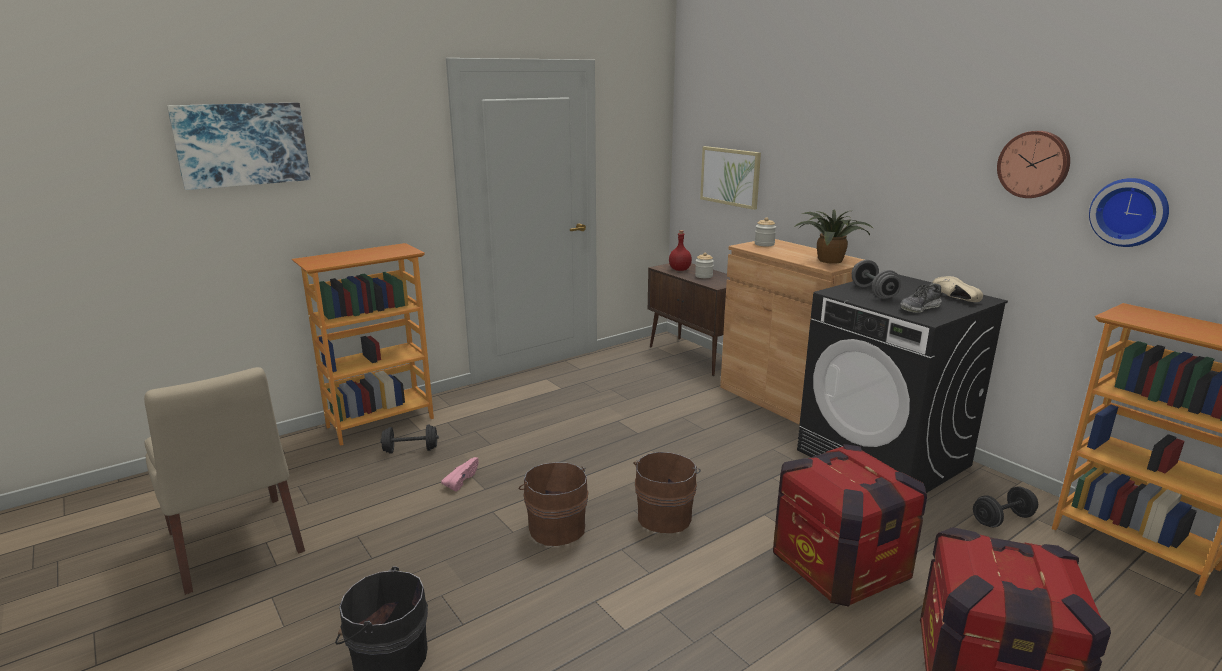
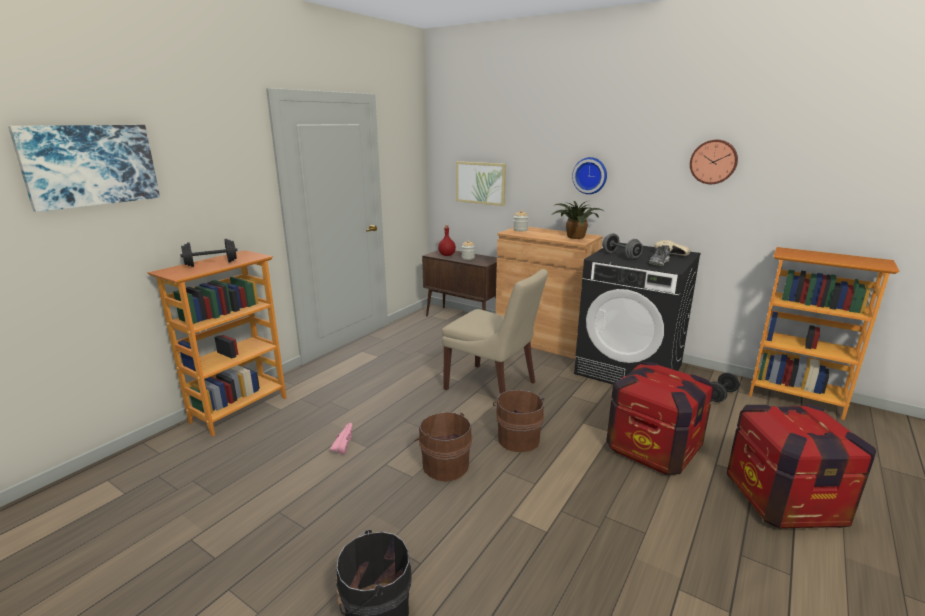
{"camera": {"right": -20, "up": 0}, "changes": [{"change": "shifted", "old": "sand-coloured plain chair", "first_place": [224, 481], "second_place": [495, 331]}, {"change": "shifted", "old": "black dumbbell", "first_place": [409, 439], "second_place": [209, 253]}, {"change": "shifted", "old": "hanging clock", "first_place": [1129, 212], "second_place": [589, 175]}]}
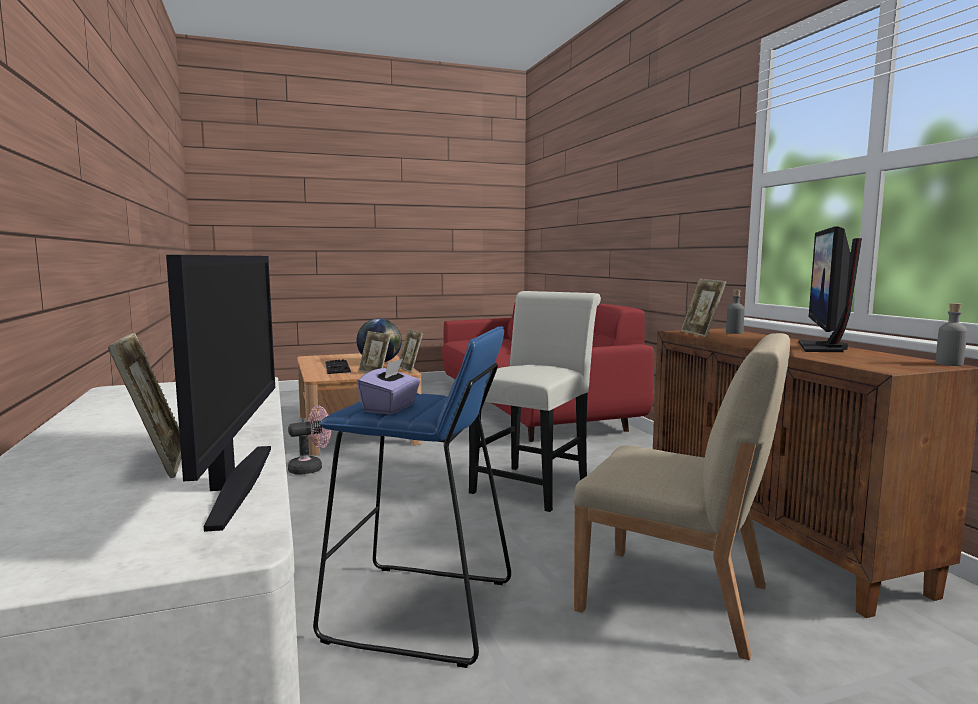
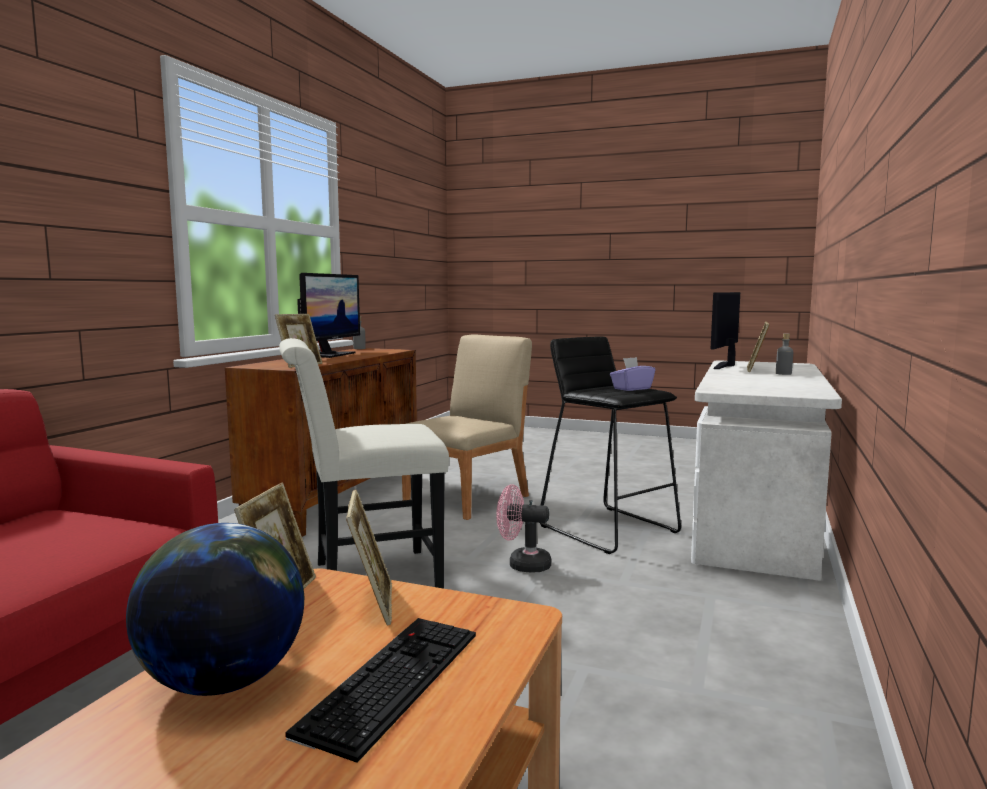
{"camera": {"right": -140, "up": 0}, "changes": [{"change": "shifted", "old": "pink cooling fan", "first_place": [309, 440], "second_place": [523, 528]}, {"change": "repainted", "old": "bluish stool seat", "new": "black stool seat", "first_place": [412, 497], "second_place": [610, 445]}, {"change": "rotated", "old": "sand-coloured plain chair", "first_place": [681, 496], "second_place": [467, 427], "degrees": 60}, {"change": "shifted", "old": "gray beverage bottle", "first_place": [735, 312], "second_place": [784, 354]}, {"change": "rotated", "old": "monitor", "first_place": [830, 289], "second_place": [328, 315], "degrees": -45}]}
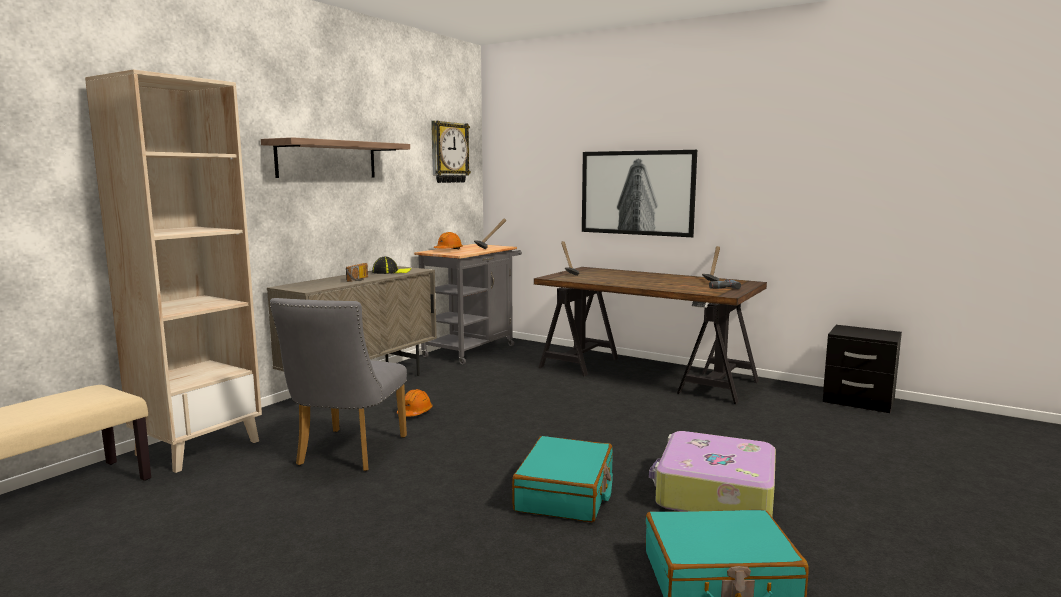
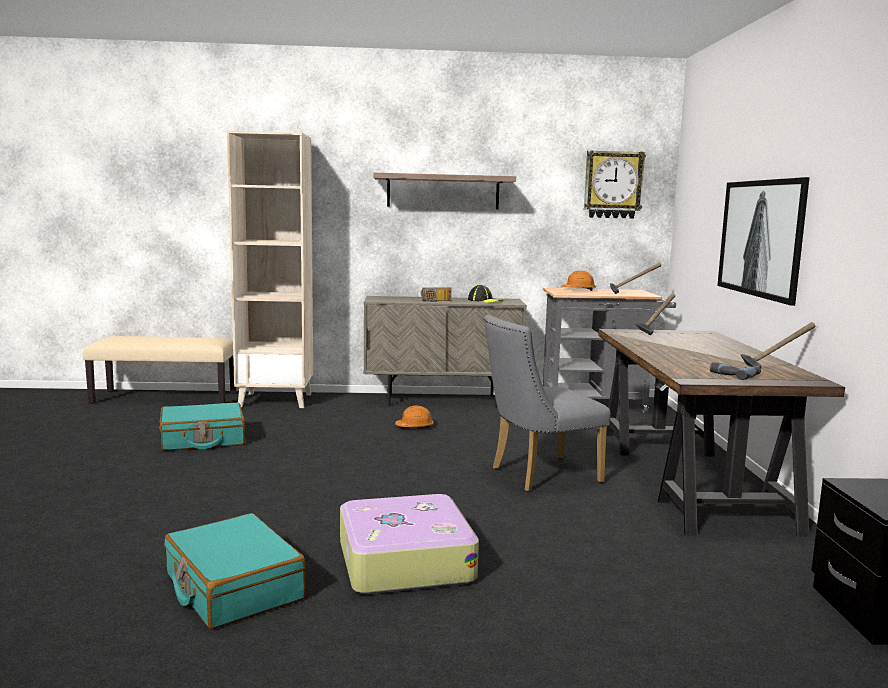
{"camera": {"right": 55, "up": 0}, "changes": [{"change": "shifted", "old": "gray plain chair", "first_place": [338, 384], "second_place": [547, 403]}, {"change": "shifted", "old": "turquoise piece of luggage", "first_place": [562, 479], "second_place": [202, 427]}]}
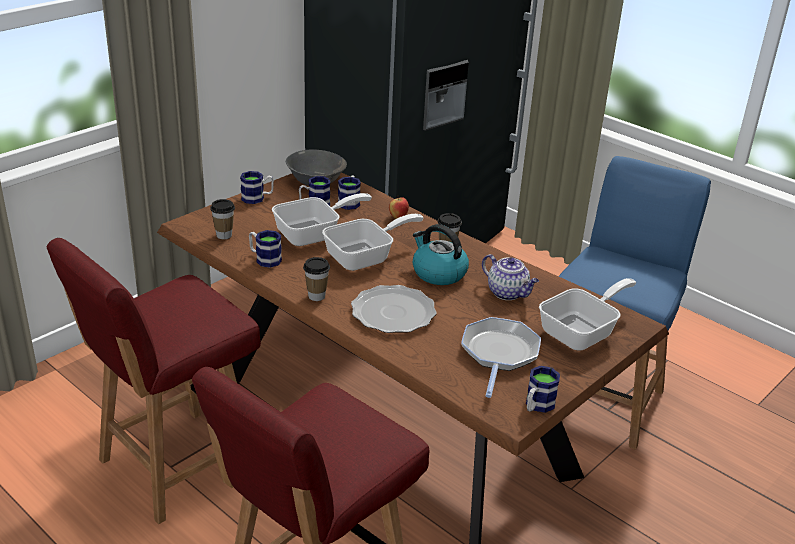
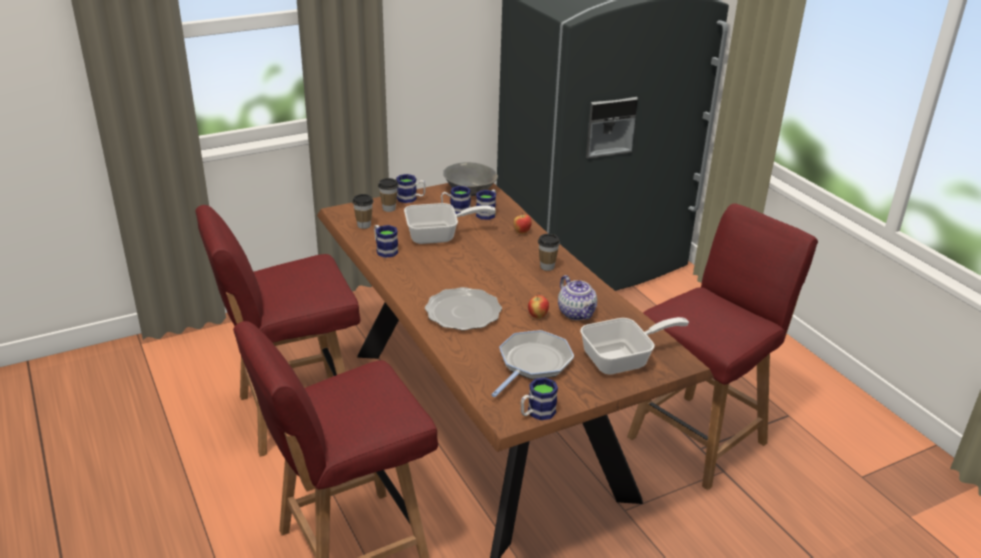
{"camera": {"right": 20, "up": 0}, "changes": [{"change": "shifted", "old": "cup", "first_place": [316, 279], "second_place": [388, 195]}, {"change": "gone", "old": "skillet", "first_place": [372, 242]}, {"change": "gone", "old": "water kettle", "first_place": [441, 254]}, {"change": "repainted", "old": "bluish plain chair", "new": "red plain chair", "first_place": [635, 303], "second_place": [722, 346]}, {"change": "new", "new": "whole apple", "second_place": [538, 307]}]}
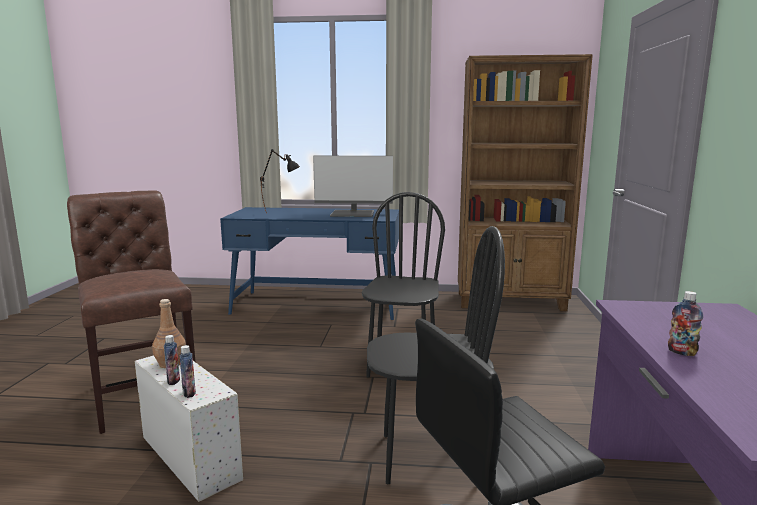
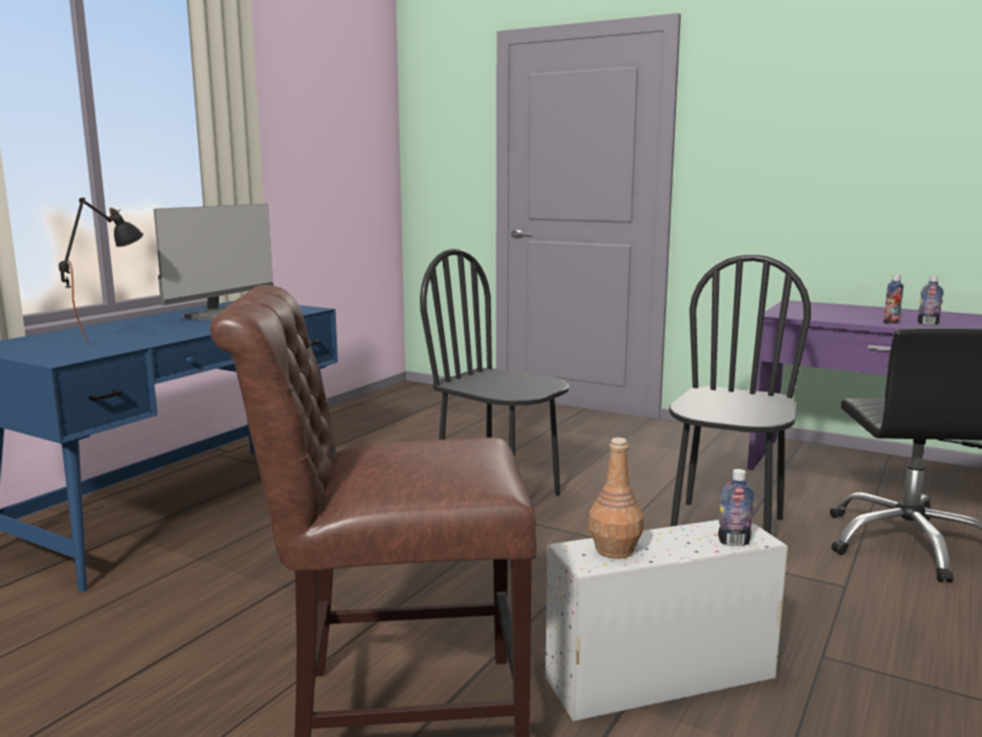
{"camera": {"right": -65, "up": 0}, "changes": [{"change": "shifted", "old": "beverage bottle", "first_place": [172, 360], "second_place": [930, 300]}, {"change": "gone", "old": "brownish bookcase", "first_place": [525, 182]}]}
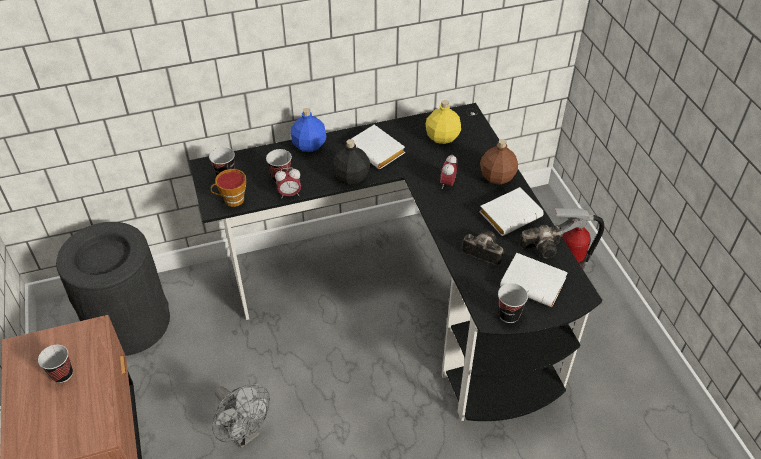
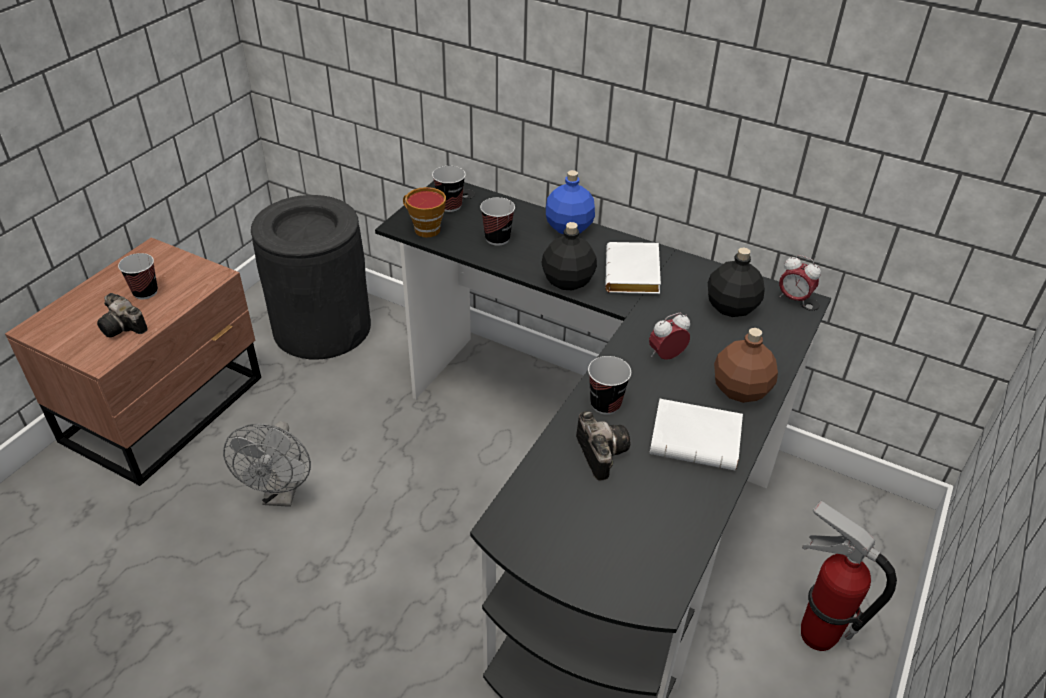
{"camera": {"right": 45, "up": -5}, "changes": [{"change": "shifted", "old": "bedside clock", "first_place": [288, 183], "second_place": [800, 281]}, {"change": "repainted", "old": "yellow beverage bottle", "new": "black beverage bottle", "first_place": [443, 122], "second_place": [736, 282]}, {"change": "shifted", "old": "cup", "first_place": [513, 303], "second_place": [609, 385]}, {"change": "gone", "old": "white volume", "first_place": [534, 280]}, {"change": "shifted", "old": "still camera", "first_place": [541, 242], "second_place": [122, 315]}]}
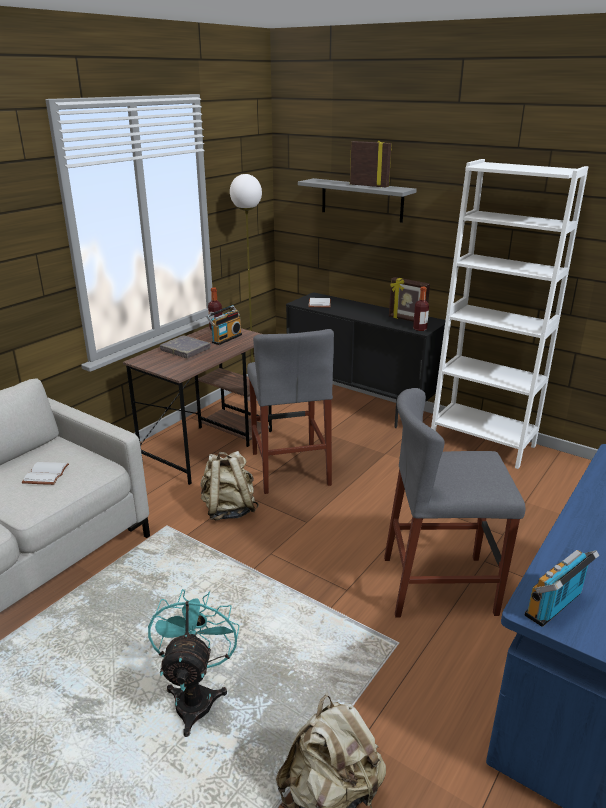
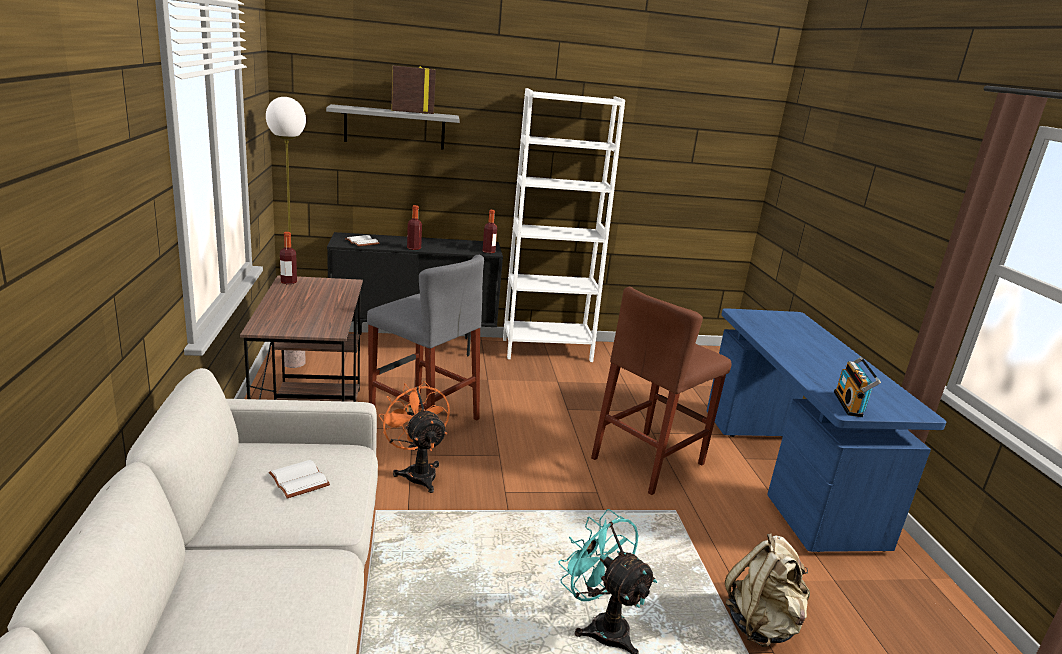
{"camera": {"right": -45, "up": -5}, "changes": [{"change": "gone", "old": "gray volume", "first_place": [185, 347]}, {"change": "swapped", "old": "sand-coloured knapsack", "new": "orangey cooling fan", "first_place": [230, 486], "second_place": [414, 437]}, {"change": "gone", "old": "radio", "first_place": [224, 325]}, {"change": "repainted", "old": "gray stool seat", "new": "brownish stool seat", "first_place": [455, 503], "second_place": [661, 391]}, {"change": "gone", "old": "picture frame", "first_place": [409, 299]}, {"change": "new", "new": "beverage bottle", "second_place": [414, 227]}]}
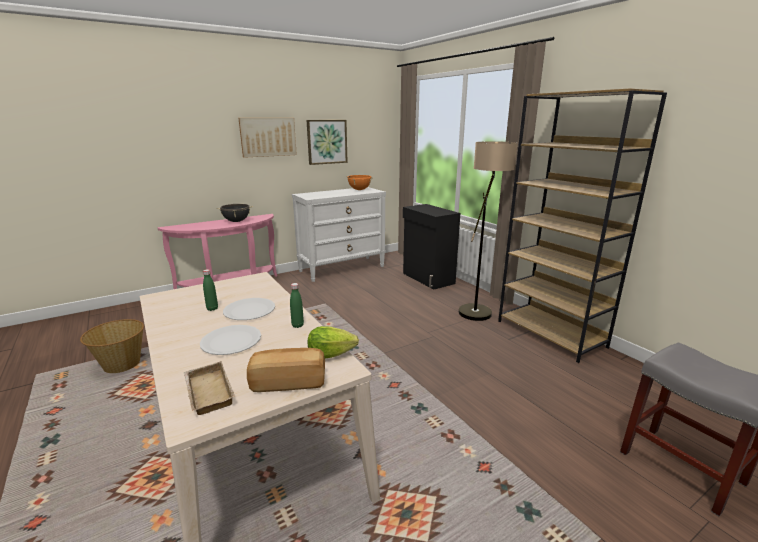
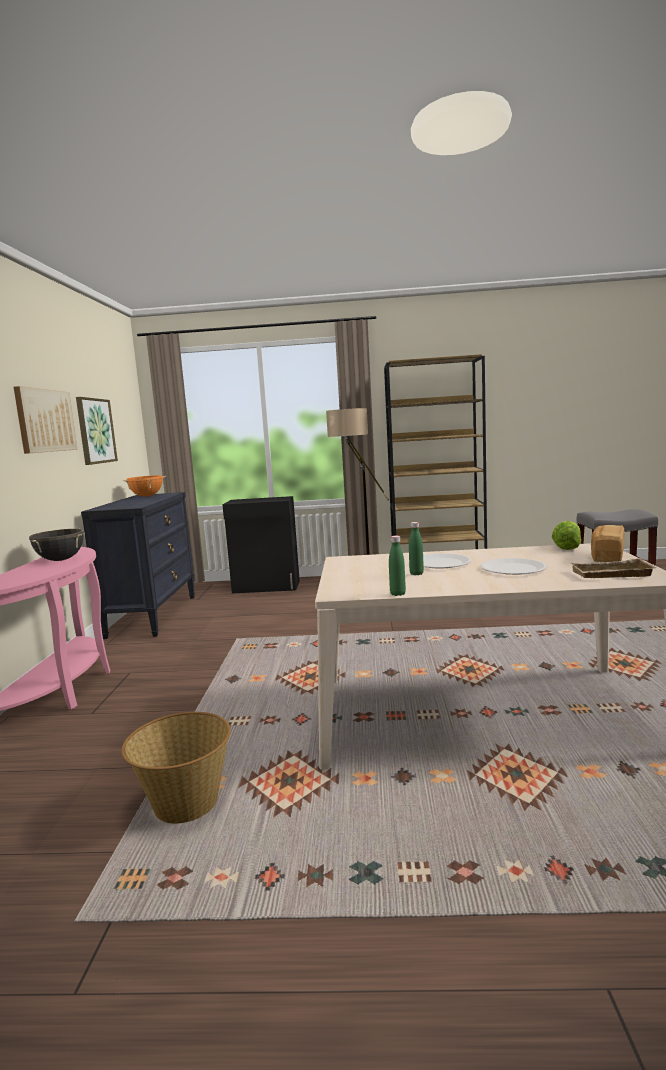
{"camera": {"right": -55, "up": -10}, "changes": [{"change": "shifted", "old": "green beverage bottle", "first_place": [297, 305], "second_place": [397, 566]}, {"change": "repainted", "old": "white chest of drawers", "new": "black chest of drawers", "first_place": [339, 234], "second_place": [138, 565]}]}
